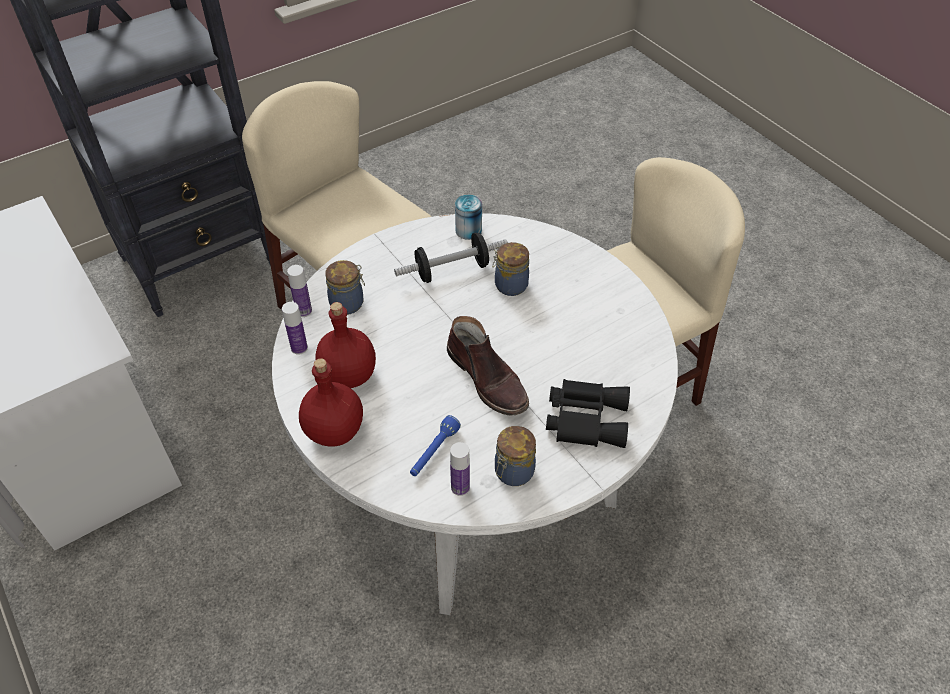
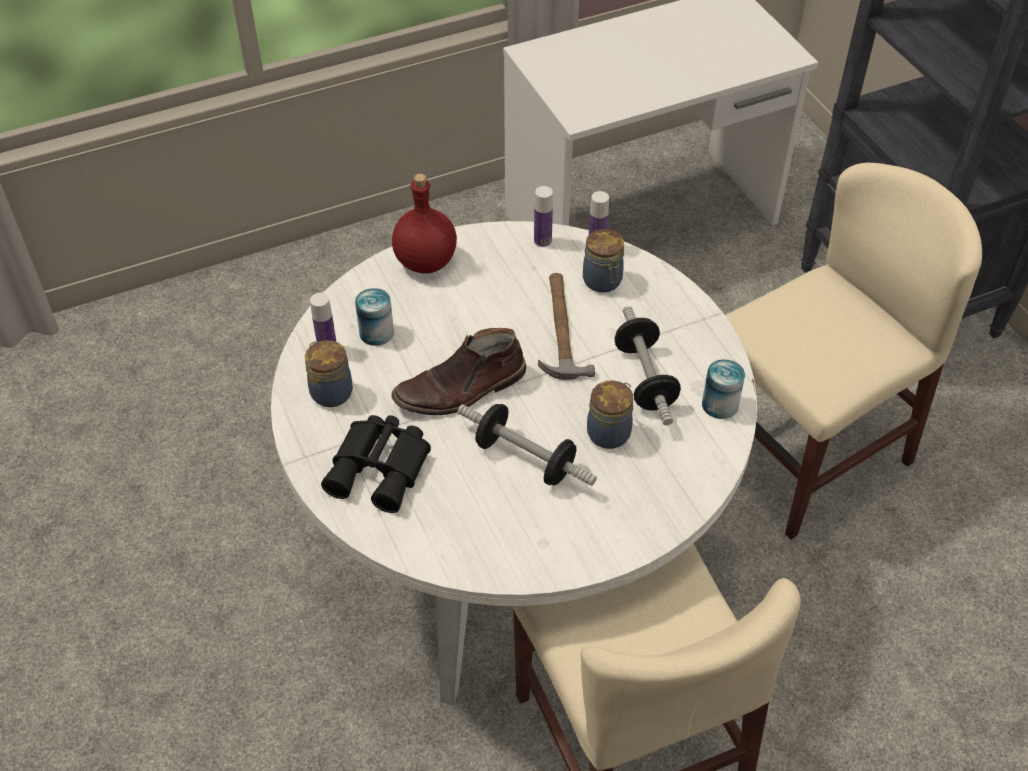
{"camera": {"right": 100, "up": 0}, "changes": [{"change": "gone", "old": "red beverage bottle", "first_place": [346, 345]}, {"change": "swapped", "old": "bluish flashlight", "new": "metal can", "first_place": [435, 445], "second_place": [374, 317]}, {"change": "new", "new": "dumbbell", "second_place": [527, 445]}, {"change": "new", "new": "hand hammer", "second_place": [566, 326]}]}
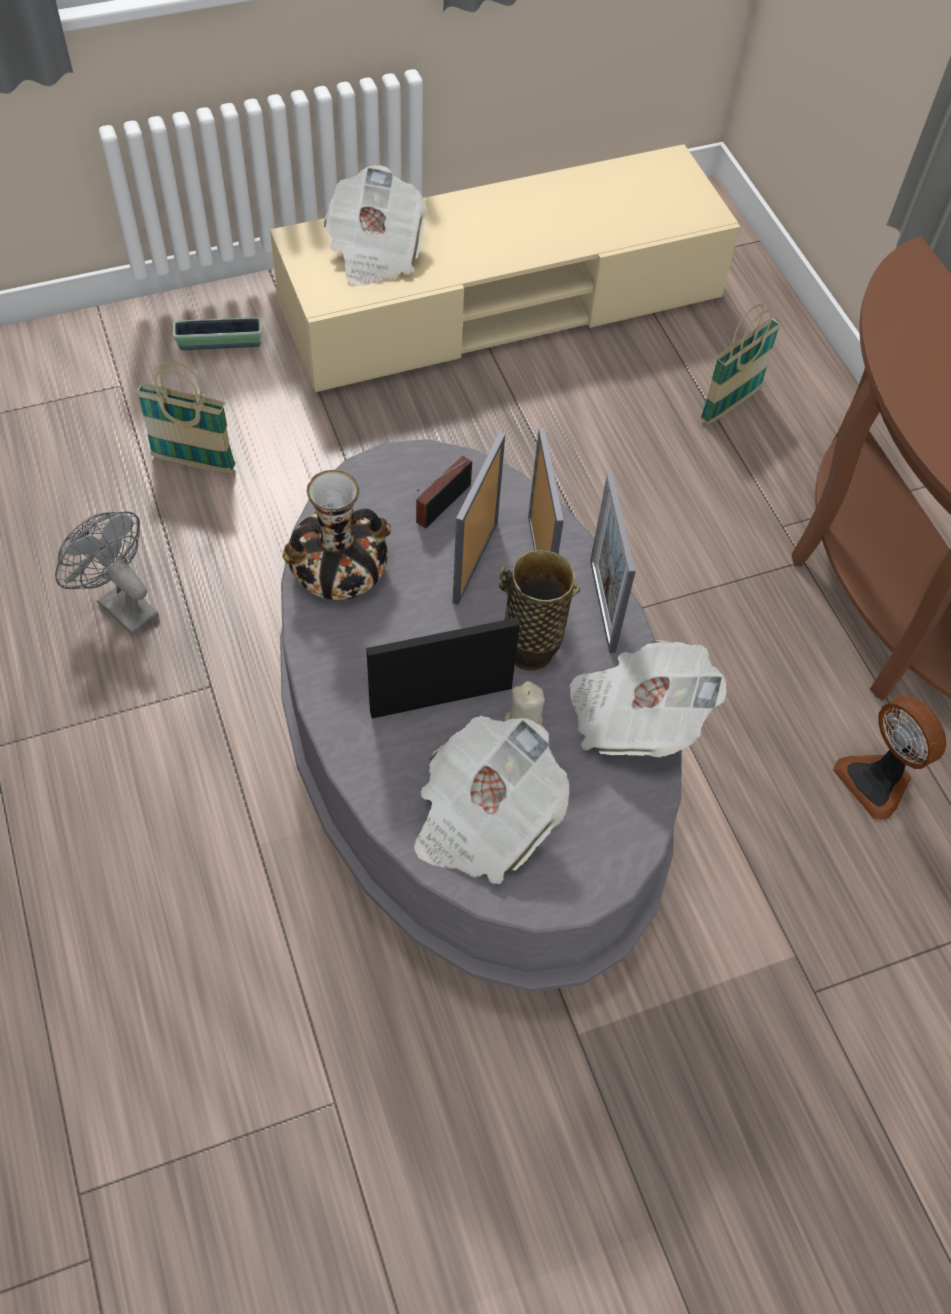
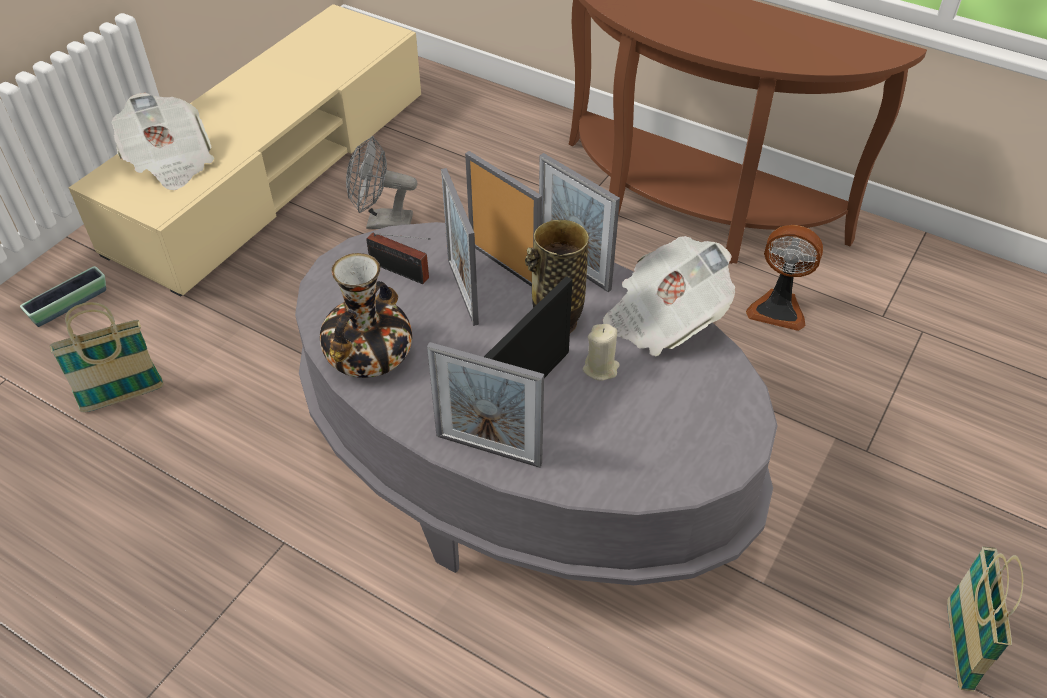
{"camera": {"right": -35, "up": -10}, "changes": [{"change": "shifted", "old": "gray cooling fan", "first_place": [107, 573], "second_place": [381, 182]}, {"change": "gone", "old": "daily paper", "first_place": [491, 800]}, {"change": "rotated", "old": "radio", "first_place": [444, 492], "second_place": [398, 258], "degrees": -60}, {"change": "shifted", "old": "basket", "first_place": [740, 364], "second_place": [985, 619]}, {"change": "new", "new": "picture frame", "second_place": [485, 405]}]}
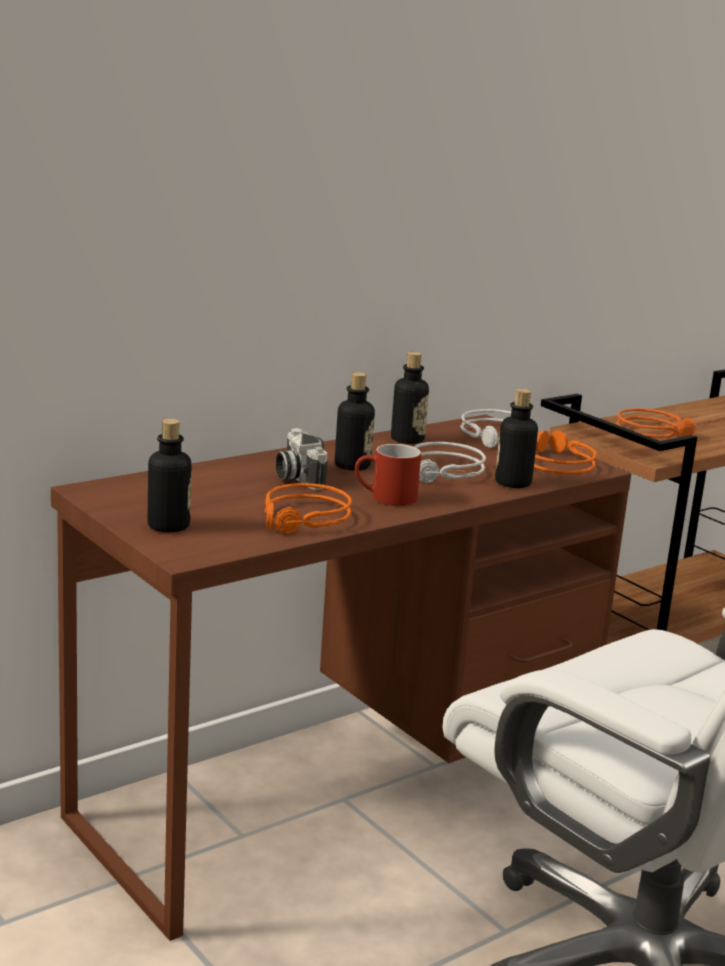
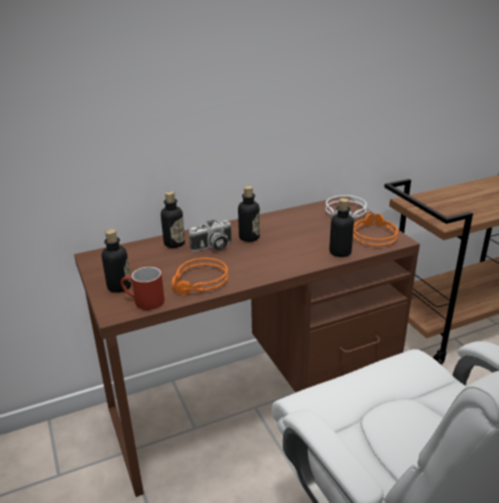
{"camera": {"right": 15, "up": 10}, "changes": [{"change": "rotated", "old": "still camera", "first_place": [302, 459], "second_place": [210, 236], "degrees": -105}, {"change": "shifted", "old": "red coffee mug", "first_place": [388, 475], "second_place": [143, 288]}, {"change": "shifted", "old": "beverage bottle", "first_place": [410, 398], "second_place": [173, 219]}, {"change": "gone", "old": "gray pair of headphones", "first_place": [450, 462]}, {"change": "gone", "old": "orangey pair of headphones", "first_place": [656, 423]}]}
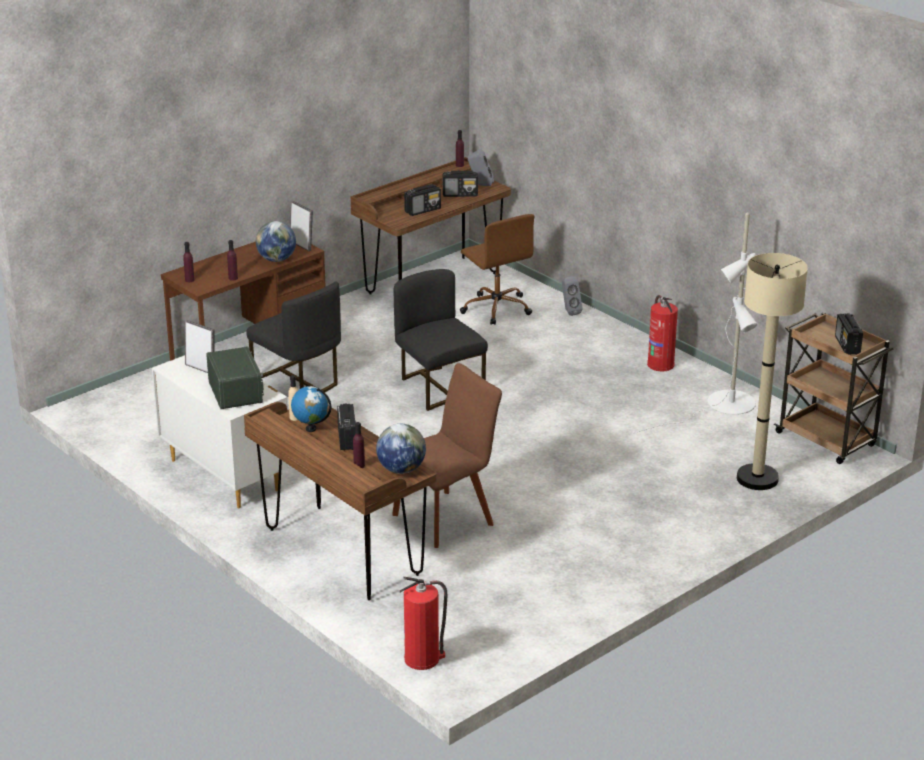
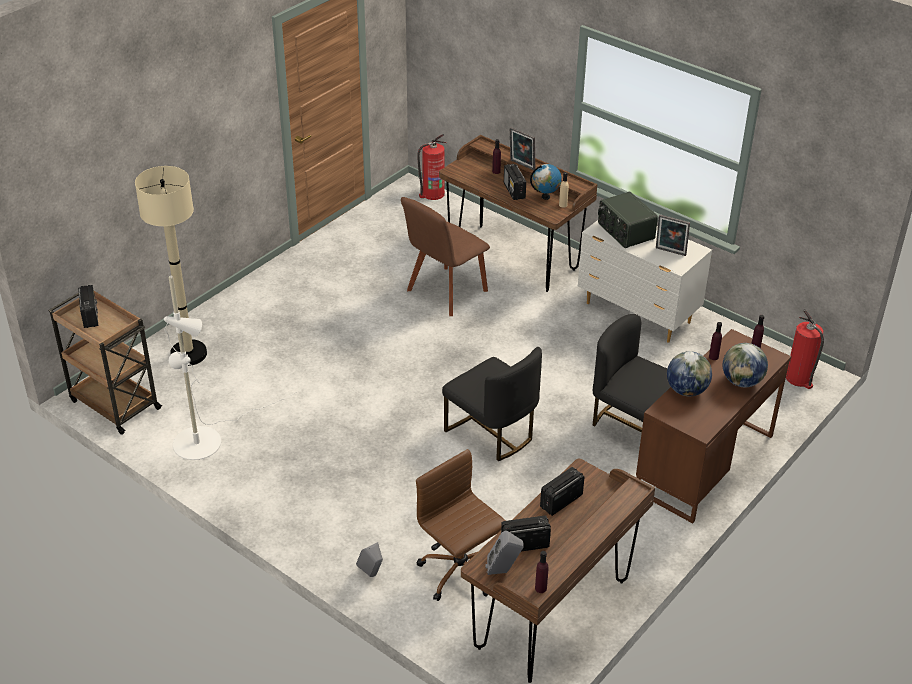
{"camera": {"right": 170, "up": 10}, "changes": [{"change": "shifted", "old": "picture frame", "first_place": [301, 226], "second_place": [522, 148]}, {"change": "shifted", "old": "desk globe", "first_place": [401, 449], "second_place": [745, 365]}, {"change": "shifted", "old": "fire extinguisher", "first_place": [662, 333], "second_place": [805, 349]}]}
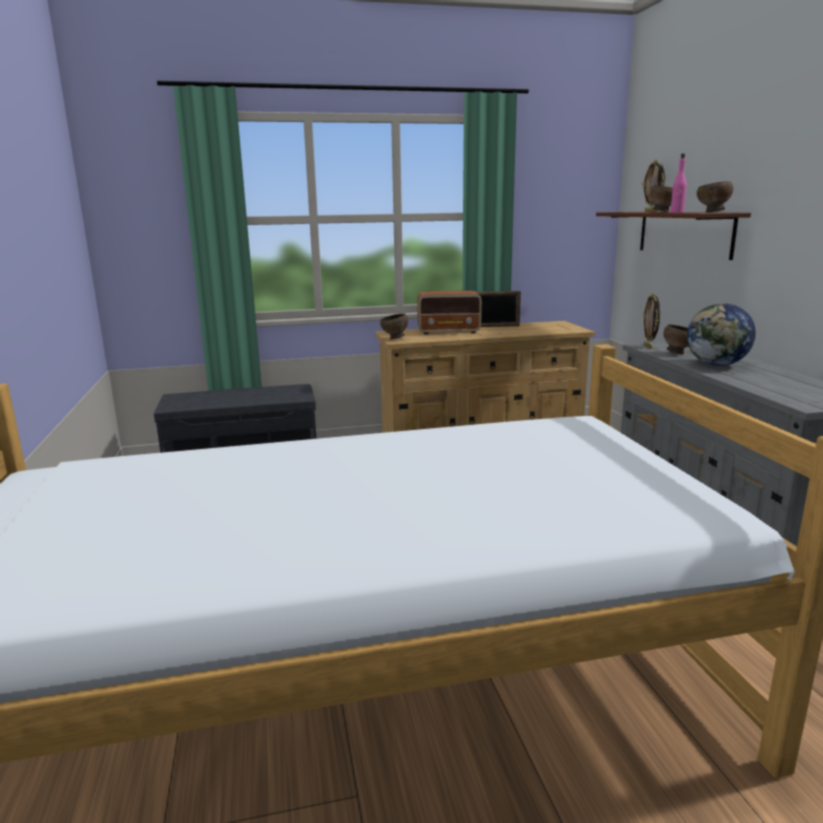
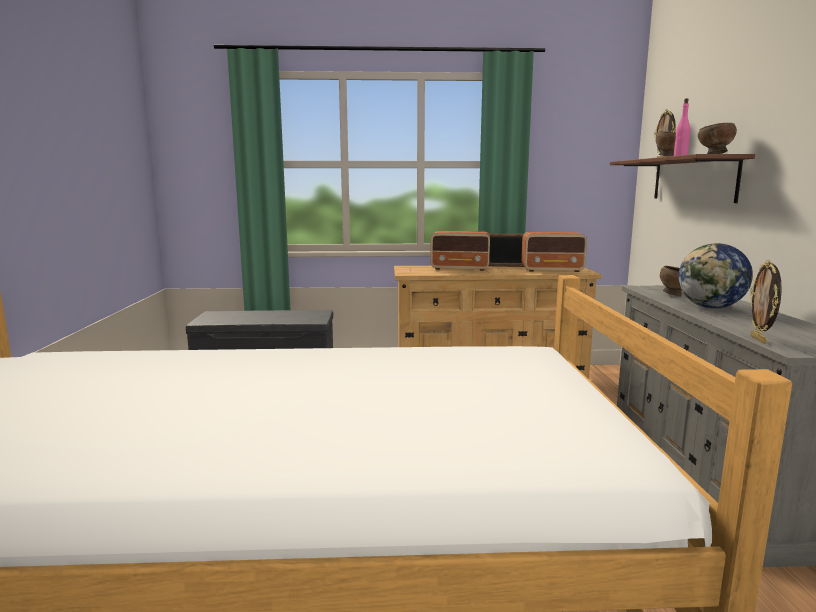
{"camera": {"right": 10, "up": -5}, "changes": [{"change": "gone", "old": "brownish deep dish", "first_place": [394, 326]}, {"change": "shifted", "old": "picture frame", "first_place": [651, 321], "second_place": [766, 302]}, {"change": "new", "new": "radio", "second_place": [554, 252]}]}
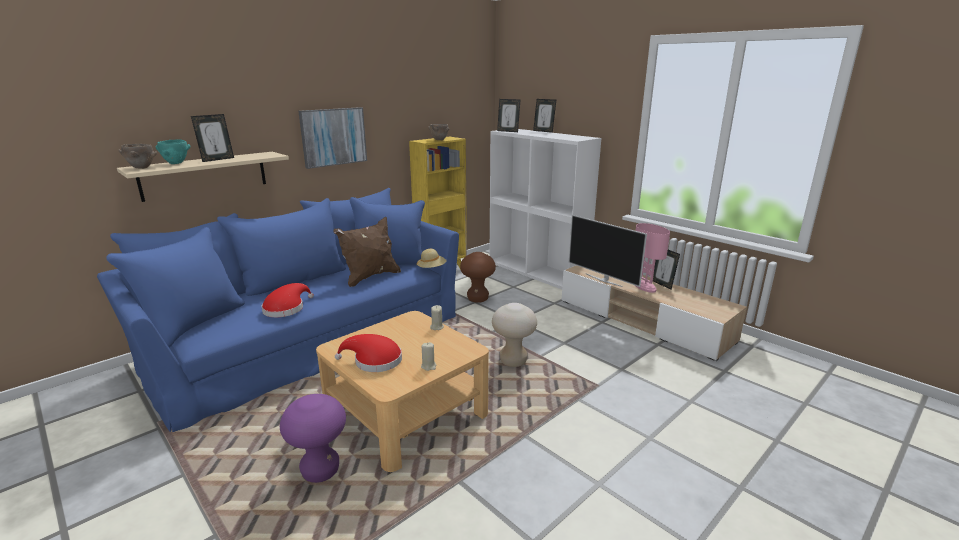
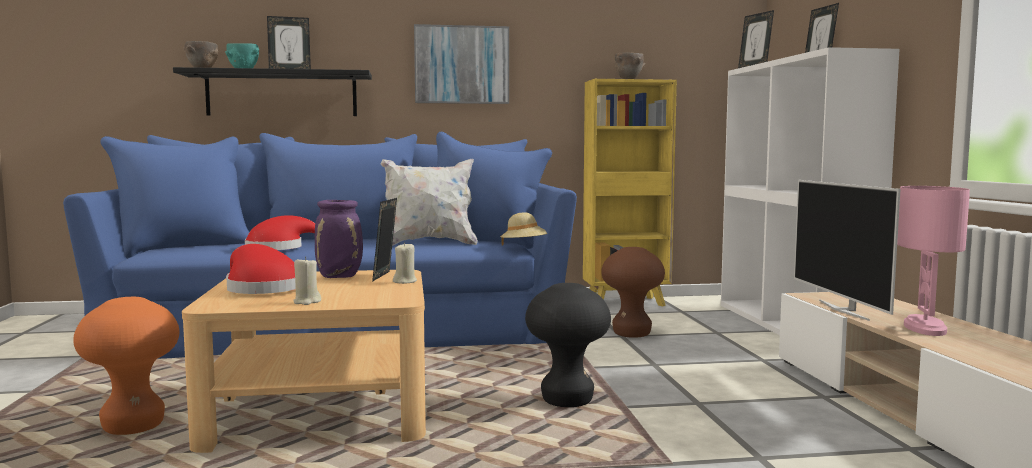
{"camera": {"right": 35, "up": -15}, "changes": [{"change": "repainted", "old": "sand-coloured wall shelf", "new": "black wall shelf", "first_place": [203, 177], "second_place": [272, 91]}, {"change": "repainted", "old": "purple-coloured stool seat", "new": "orangey stool seat", "first_place": [313, 438], "second_place": [126, 366]}, {"change": "repainted", "old": "brownish pillow", "new": "white pillow", "first_place": [367, 252], "second_place": [429, 202]}, {"change": "repainted", "old": "sand-coloured stool seat", "new": "black stool seat", "first_place": [514, 335], "second_place": [568, 345]}, {"change": "shifted", "old": "picture frame", "first_place": [666, 270], "second_place": [384, 240]}, {"change": "new", "new": "purple-coloured decorative vase", "second_place": [339, 239]}]}
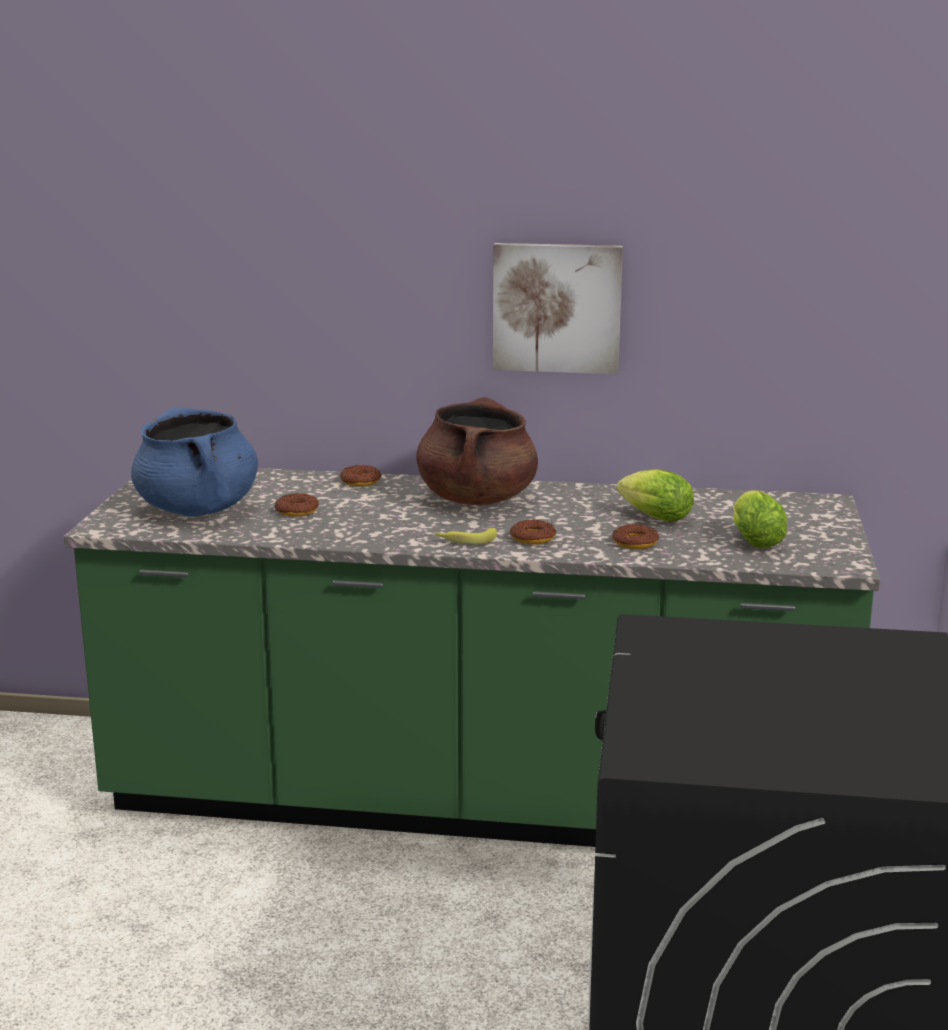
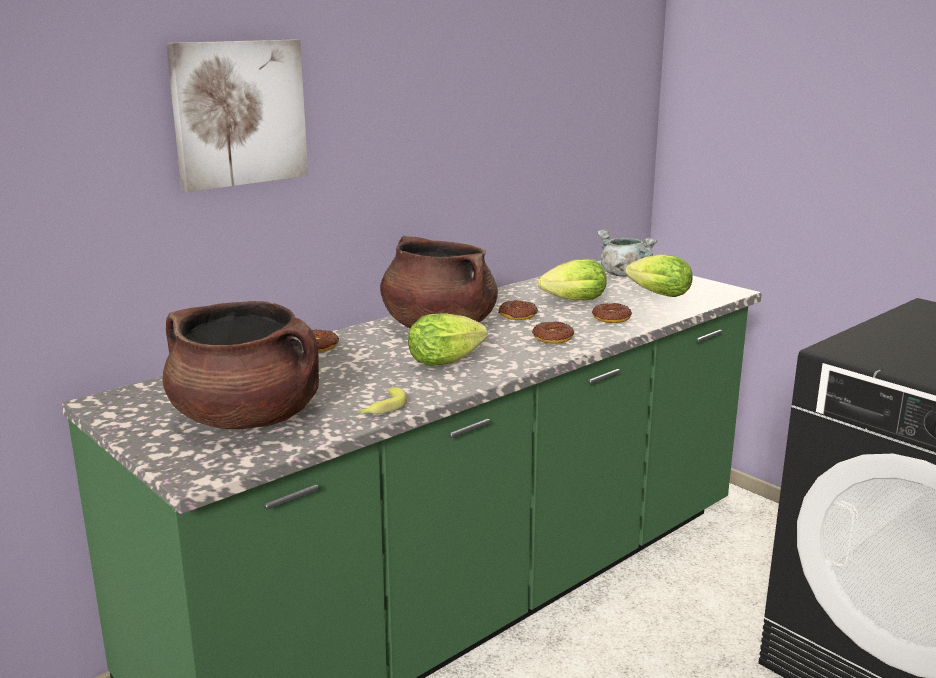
{"camera": {"right": -50, "up": 0}, "changes": [{"change": "repainted", "old": "bluish stockpot", "new": "brownish stockpot", "first_place": [194, 462], "second_place": [241, 365]}, {"change": "shifted", "old": "ring doughnut", "first_place": [297, 505], "second_place": [518, 310]}, {"change": "shifted", "old": "whole banana", "first_place": [465, 536], "second_place": [382, 400]}, {"change": "shifted", "old": "wall picture", "first_place": [558, 308], "second_place": [237, 116]}, {"change": "new", "new": "lettuce head", "second_place": [448, 339]}, {"change": "new", "new": "gray stockpot", "second_place": [627, 253]}]}
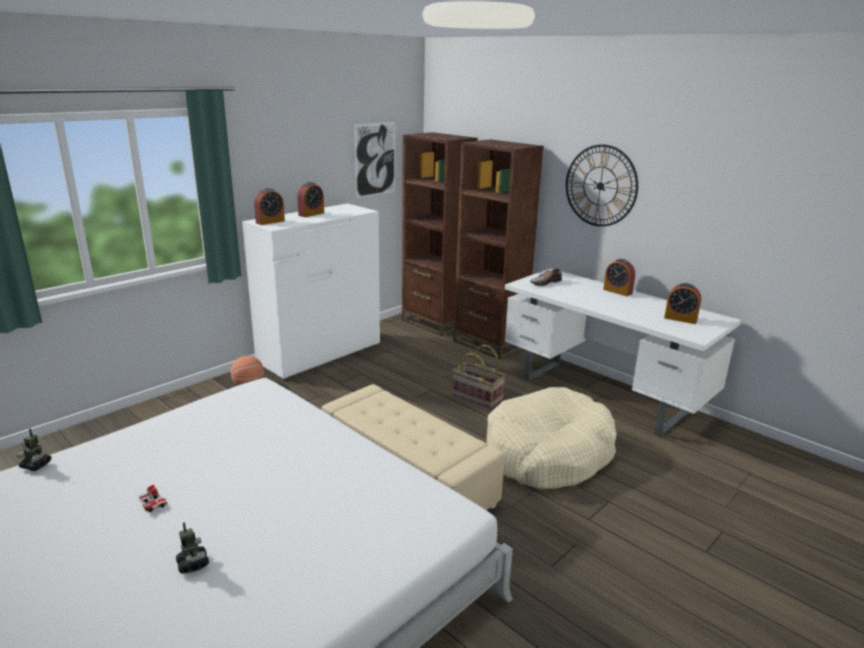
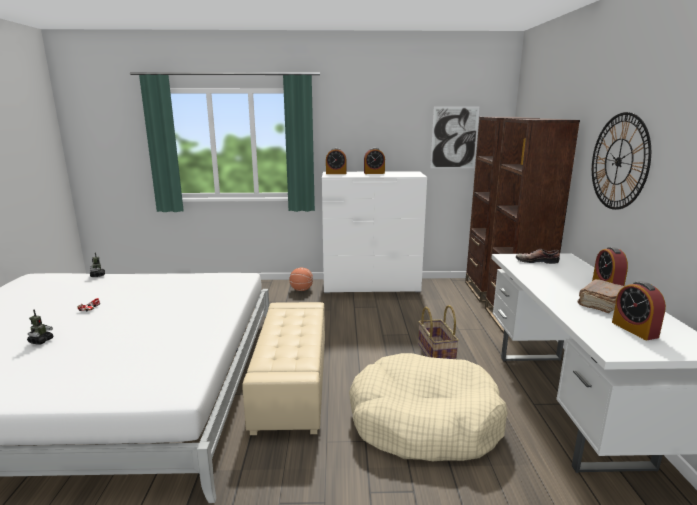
{"camera": {"right": 45, "up": -5}, "changes": [{"change": "new", "new": "brownish volume", "second_place": [601, 296]}]}
